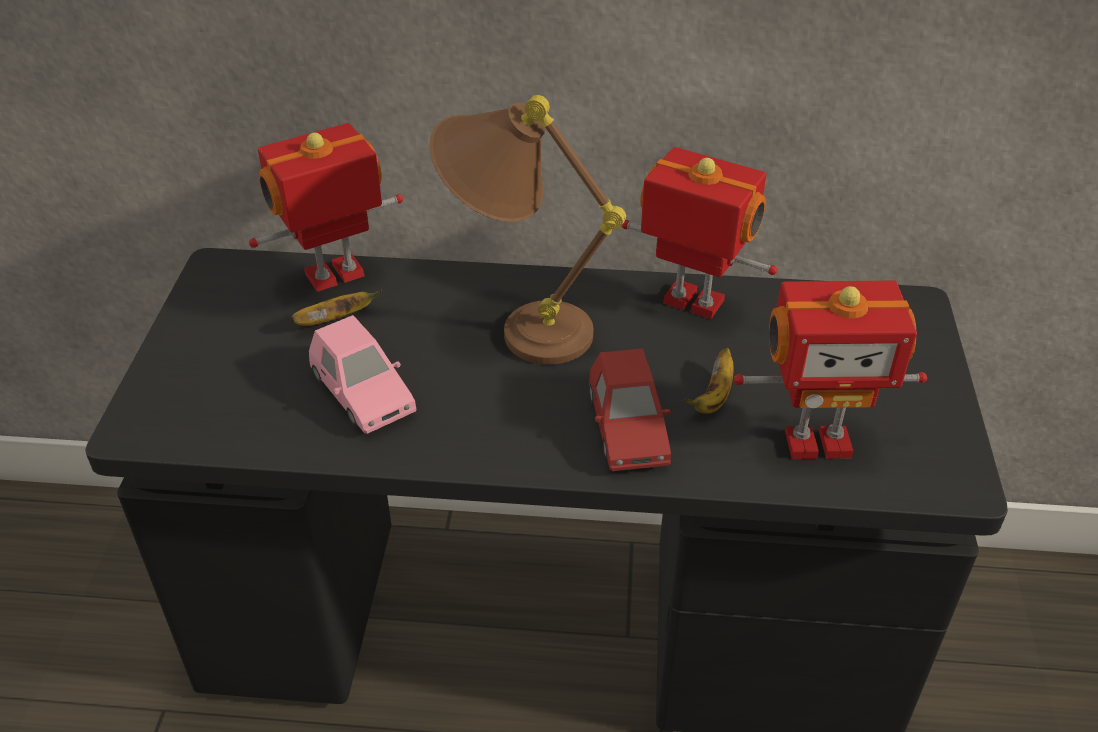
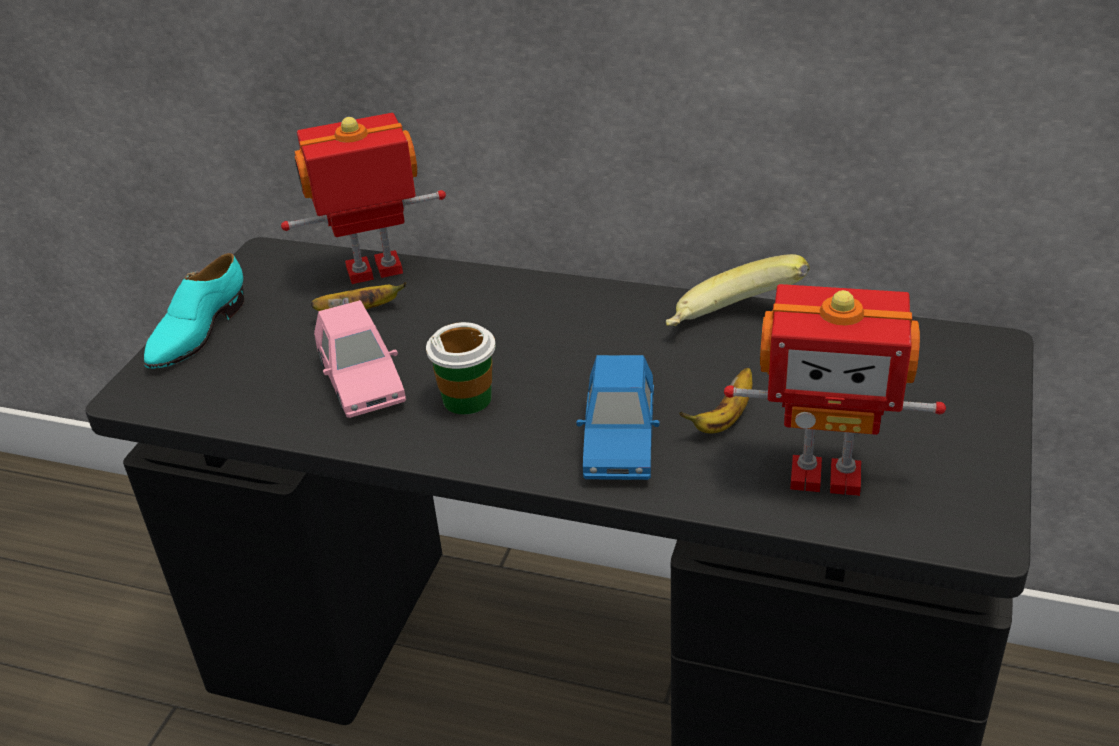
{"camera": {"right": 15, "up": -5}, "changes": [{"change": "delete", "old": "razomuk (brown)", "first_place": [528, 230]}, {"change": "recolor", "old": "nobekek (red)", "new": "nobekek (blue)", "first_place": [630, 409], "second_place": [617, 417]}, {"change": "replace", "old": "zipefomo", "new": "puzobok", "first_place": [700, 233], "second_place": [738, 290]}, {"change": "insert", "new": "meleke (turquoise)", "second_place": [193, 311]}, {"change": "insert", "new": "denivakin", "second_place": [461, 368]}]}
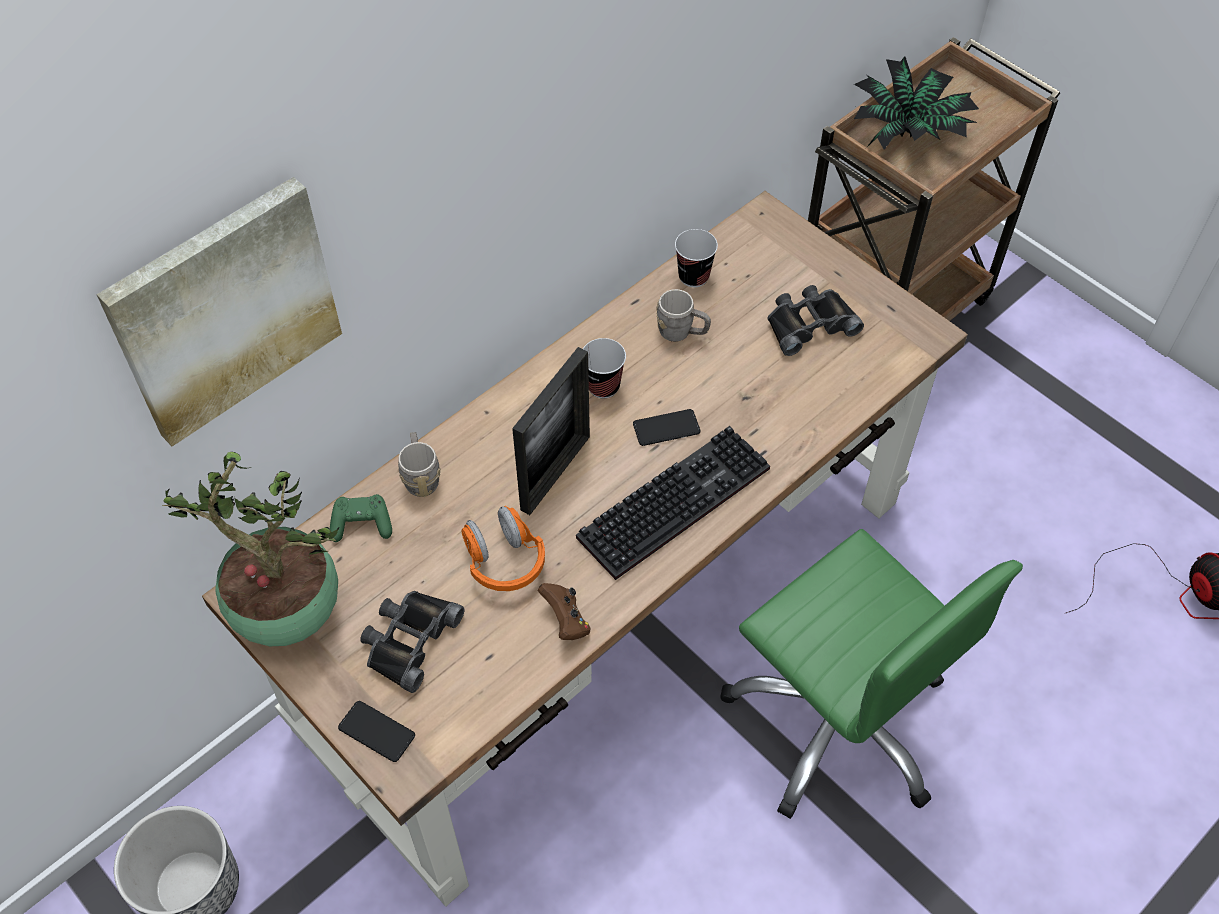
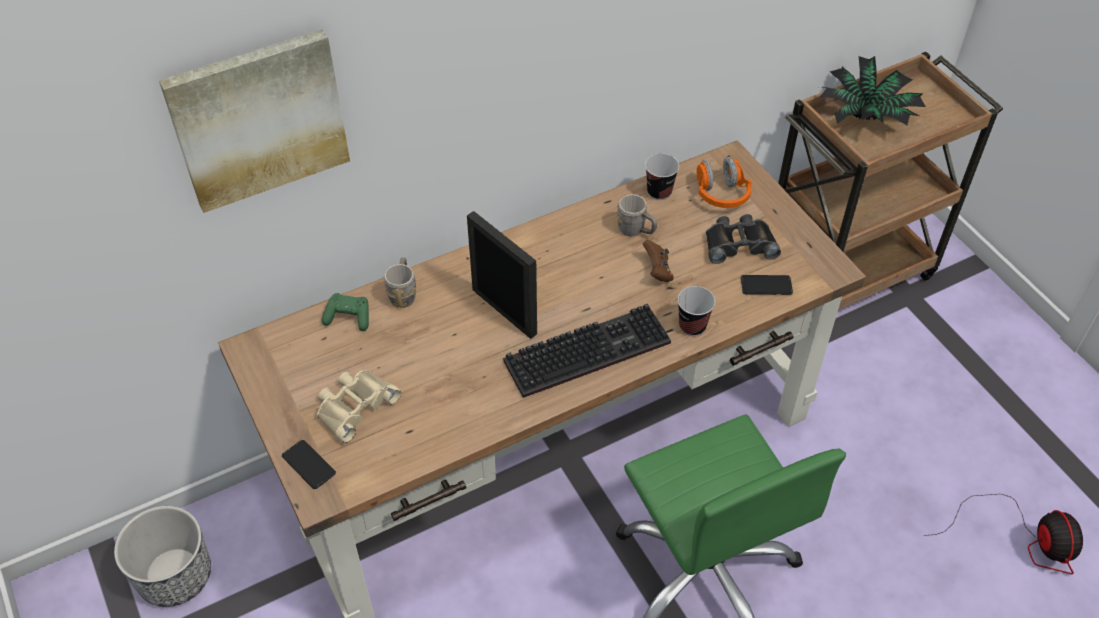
{"camera": {"right": 15, "up": -5}, "changes": [{"change": "delete", "old": "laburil", "first_place": [250, 549]}, {"change": "recolor", "old": "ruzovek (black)", "new": "ruzovek (beige)", "first_place": [412, 642], "second_place": [359, 406]}, {"change": "move", "old": "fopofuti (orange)", "first_place": [503, 548], "second_place": [724, 182]}, {"change": "rotate", "old": "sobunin", "first_place": [551, 431], "second_place": [502, 275], "degrees": -90}, {"change": "move", "old": "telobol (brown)", "first_place": [564, 611], "second_place": [658, 261]}, {"change": "move", "old": "denivakin", "first_place": [604, 368], "second_place": [696, 311]}, {"change": "move", "old": "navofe", "first_place": [666, 427], "second_place": [767, 285]}]}
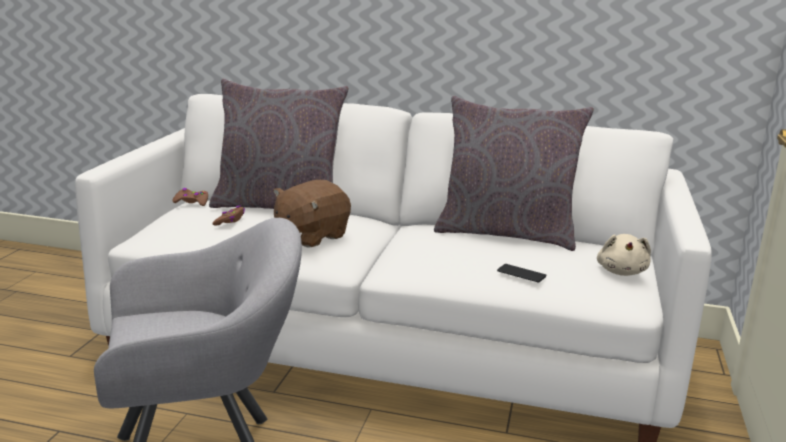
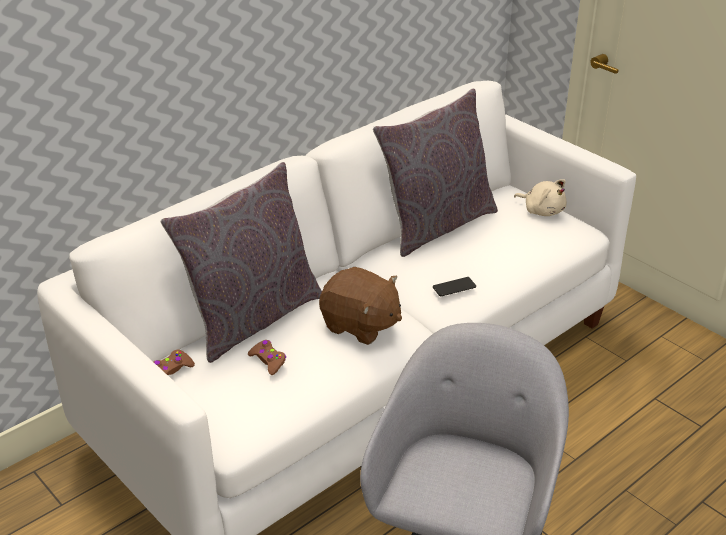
{"camera": {"right": -55, "up": 15}, "changes": [{"change": "rotate", "old": "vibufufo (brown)", "first_place": [312, 214], "second_place": [360, 306], "degrees": -45}, {"change": "move", "old": "navofe", "first_place": [521, 273], "second_place": [454, 287]}]}
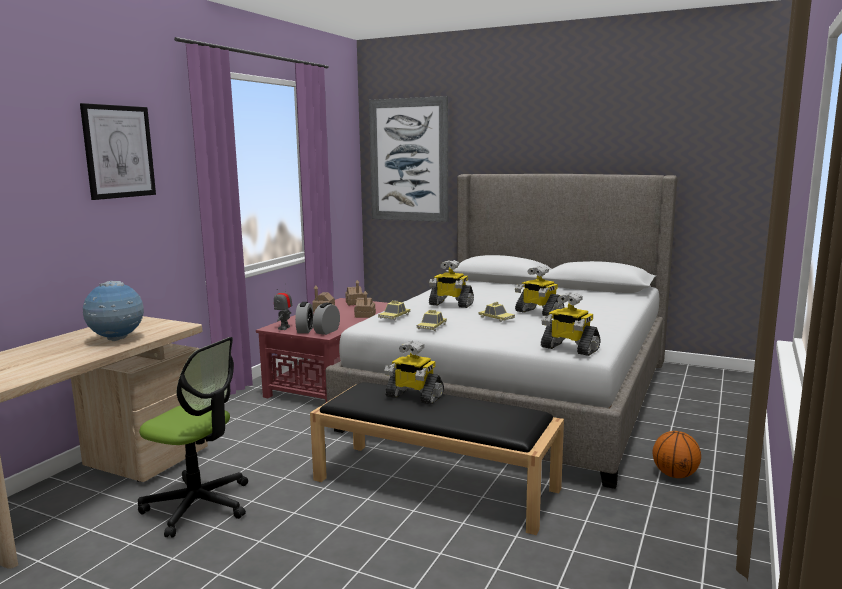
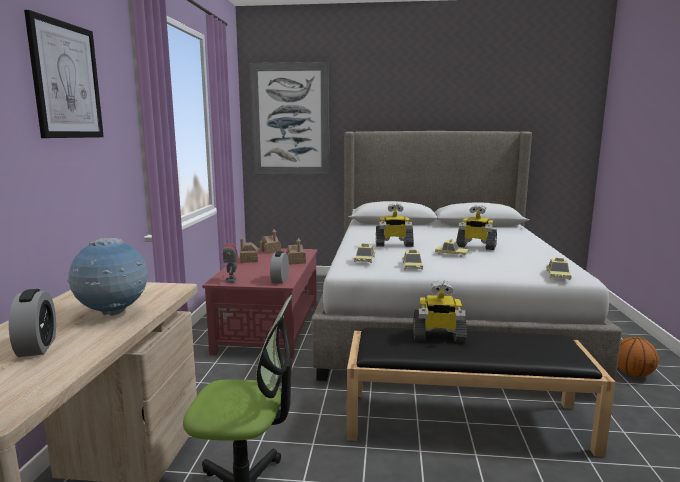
{"camera": {"right": -20, "up": 0}, "changes": [{"change": "move", "old": "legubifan", "first_place": [304, 317], "second_place": [32, 323]}, {"change": "replace", "old": "zipefomo", "new": "nobekek", "first_place": [570, 324], "second_place": [559, 269]}]}
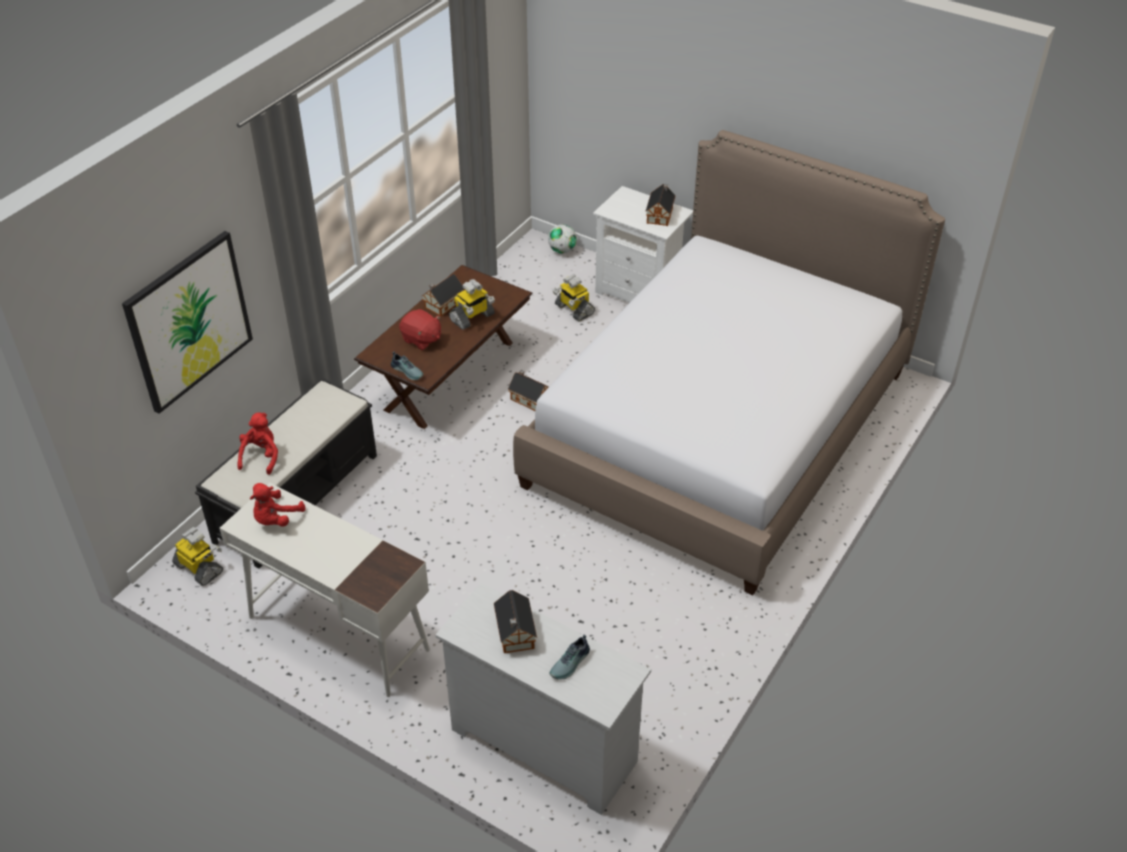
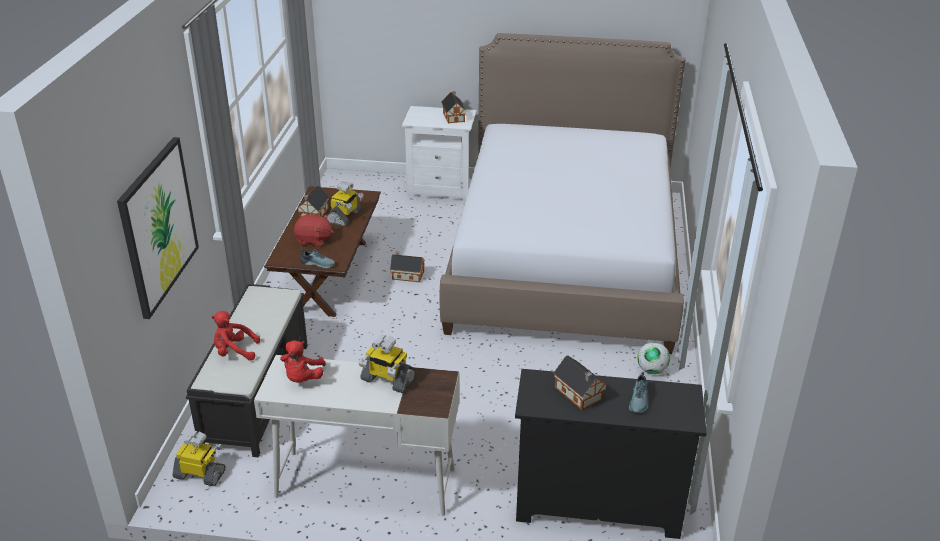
{"camera": {"right": -25, "up": -10}, "changes": [{"change": "rotate", "old": "vibufufo (red)", "first_place": [257, 444], "second_place": [236, 336], "degrees": -75}, {"change": "recolor", "old": "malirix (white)", "new": "malirix (black)", "first_place": [543, 699], "second_place": [611, 454]}, {"change": "move", "old": "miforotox", "first_place": [562, 238], "second_place": [653, 358]}, {"change": "move", "old": "zipefomo", "first_place": [574, 297], "second_place": [387, 364]}]}
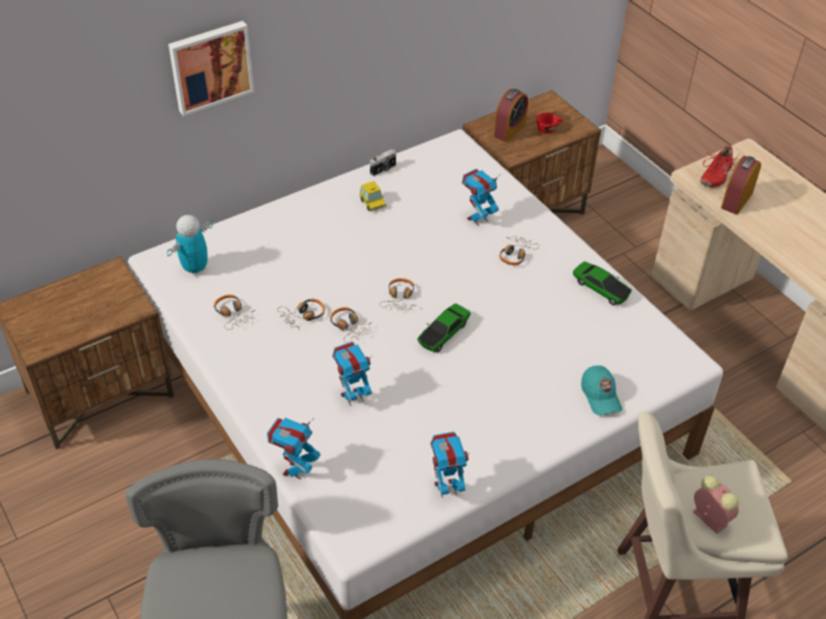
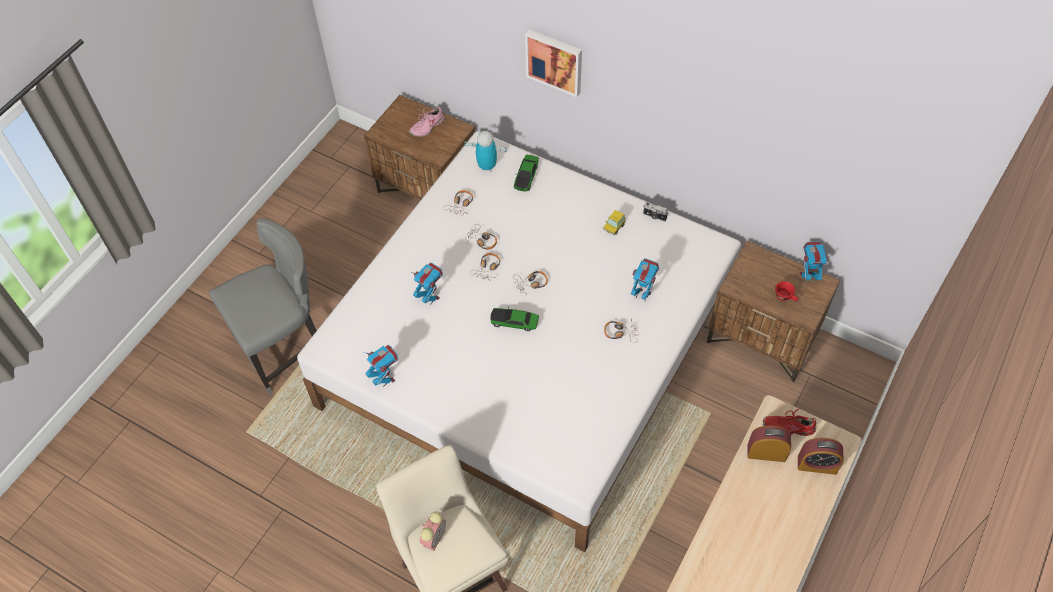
{"camera": {"right": 65, "up": 10}, "changes": [{"change": "move", "old": "zipefomo", "first_place": [293, 448], "second_place": [815, 262]}, {"change": "move", "old": "legubifan", "first_place": [511, 115], "second_place": [820, 456]}, {"change": "move", "old": "nobekek", "first_place": [602, 283], "second_place": [526, 173]}, {"change": "delete", "old": "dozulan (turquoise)", "first_place": [601, 390]}, {"change": "insert", "new": "meleke (pink)", "second_place": [427, 121]}]}
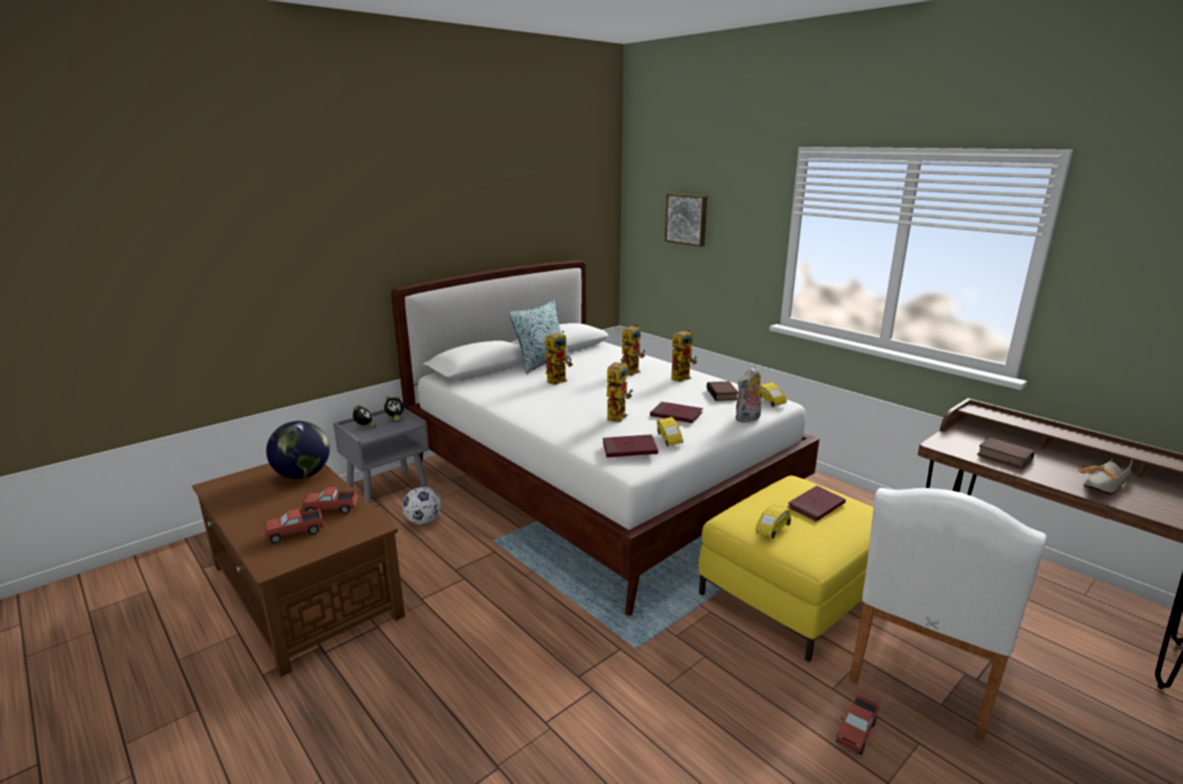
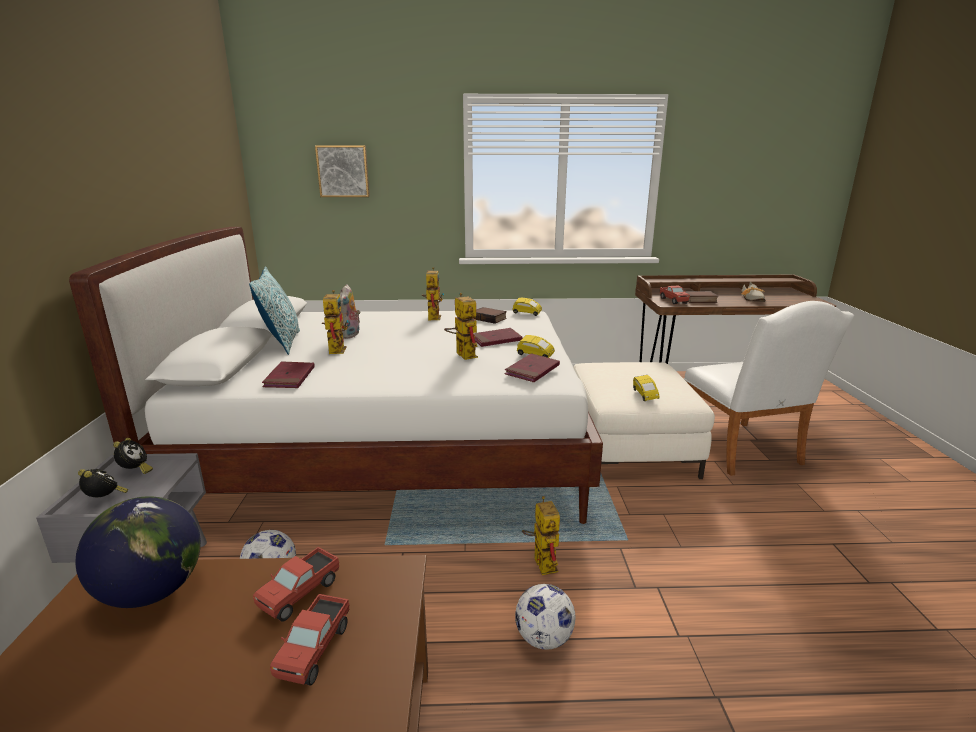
{"camera": {"right": -50, "up": 0}, "changes": [{"change": "move", "old": "zipefomo", "first_place": [633, 350], "second_place": [541, 535]}, {"change": "recolor", "old": "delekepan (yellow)", "new": "delekepan (white)", "first_place": [786, 568], "second_place": [644, 420]}, {"change": "move", "old": "vibufufo", "first_place": [748, 394], "second_place": [350, 311]}, {"change": "move", "old": "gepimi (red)", "first_place": [816, 504], "second_place": [288, 374]}, {"change": "move", "old": "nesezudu", "first_place": [858, 724], "second_place": [675, 295]}, {"change": "insert", "new": "miforotox", "second_place": [545, 616]}]}
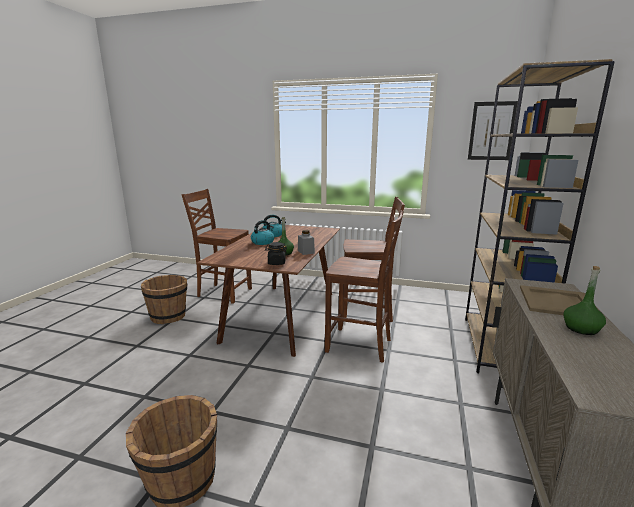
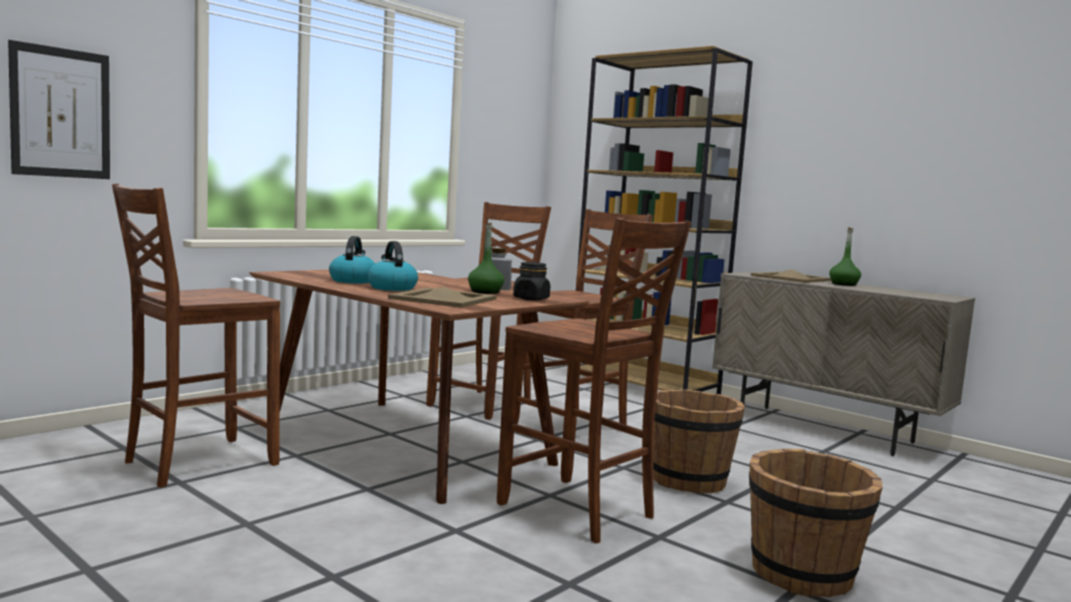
{"camera": {"right": -65, "up": -10}, "changes": [{"change": "move", "old": "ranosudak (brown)", "first_place": [164, 299], "second_place": [699, 441]}, {"change": "move", "old": "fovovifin", "first_place": [493, 130], "second_place": [59, 109]}, {"change": "insert", "new": "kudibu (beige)", "second_place": [442, 297]}, {"change": "insert", "new": "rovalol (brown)", "second_place": [594, 381]}]}
